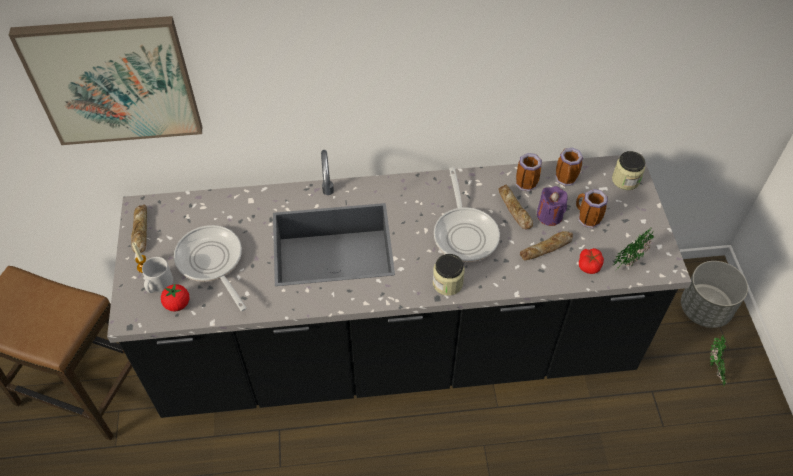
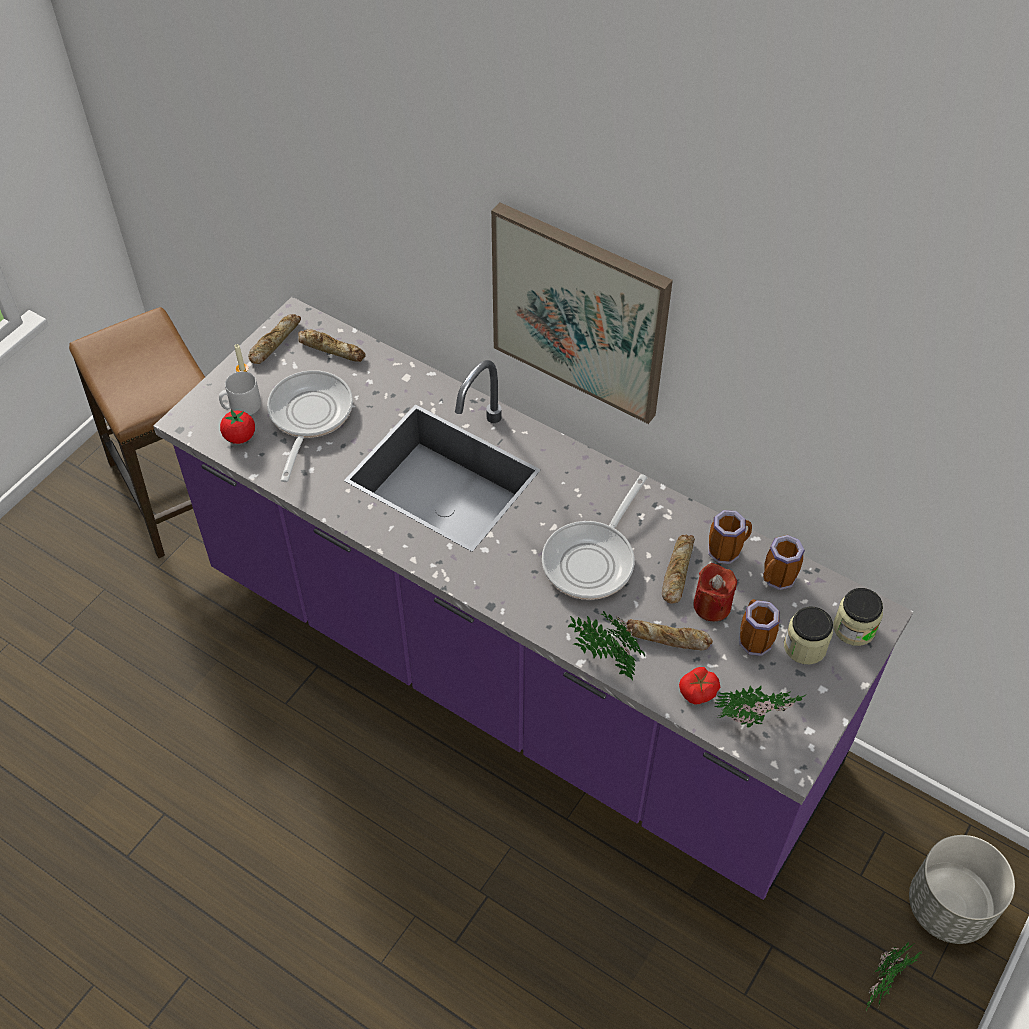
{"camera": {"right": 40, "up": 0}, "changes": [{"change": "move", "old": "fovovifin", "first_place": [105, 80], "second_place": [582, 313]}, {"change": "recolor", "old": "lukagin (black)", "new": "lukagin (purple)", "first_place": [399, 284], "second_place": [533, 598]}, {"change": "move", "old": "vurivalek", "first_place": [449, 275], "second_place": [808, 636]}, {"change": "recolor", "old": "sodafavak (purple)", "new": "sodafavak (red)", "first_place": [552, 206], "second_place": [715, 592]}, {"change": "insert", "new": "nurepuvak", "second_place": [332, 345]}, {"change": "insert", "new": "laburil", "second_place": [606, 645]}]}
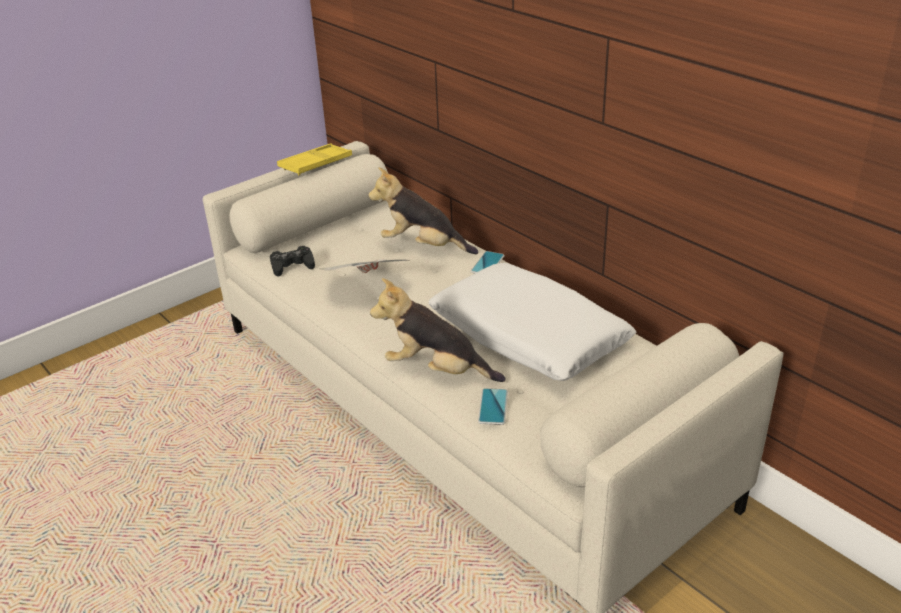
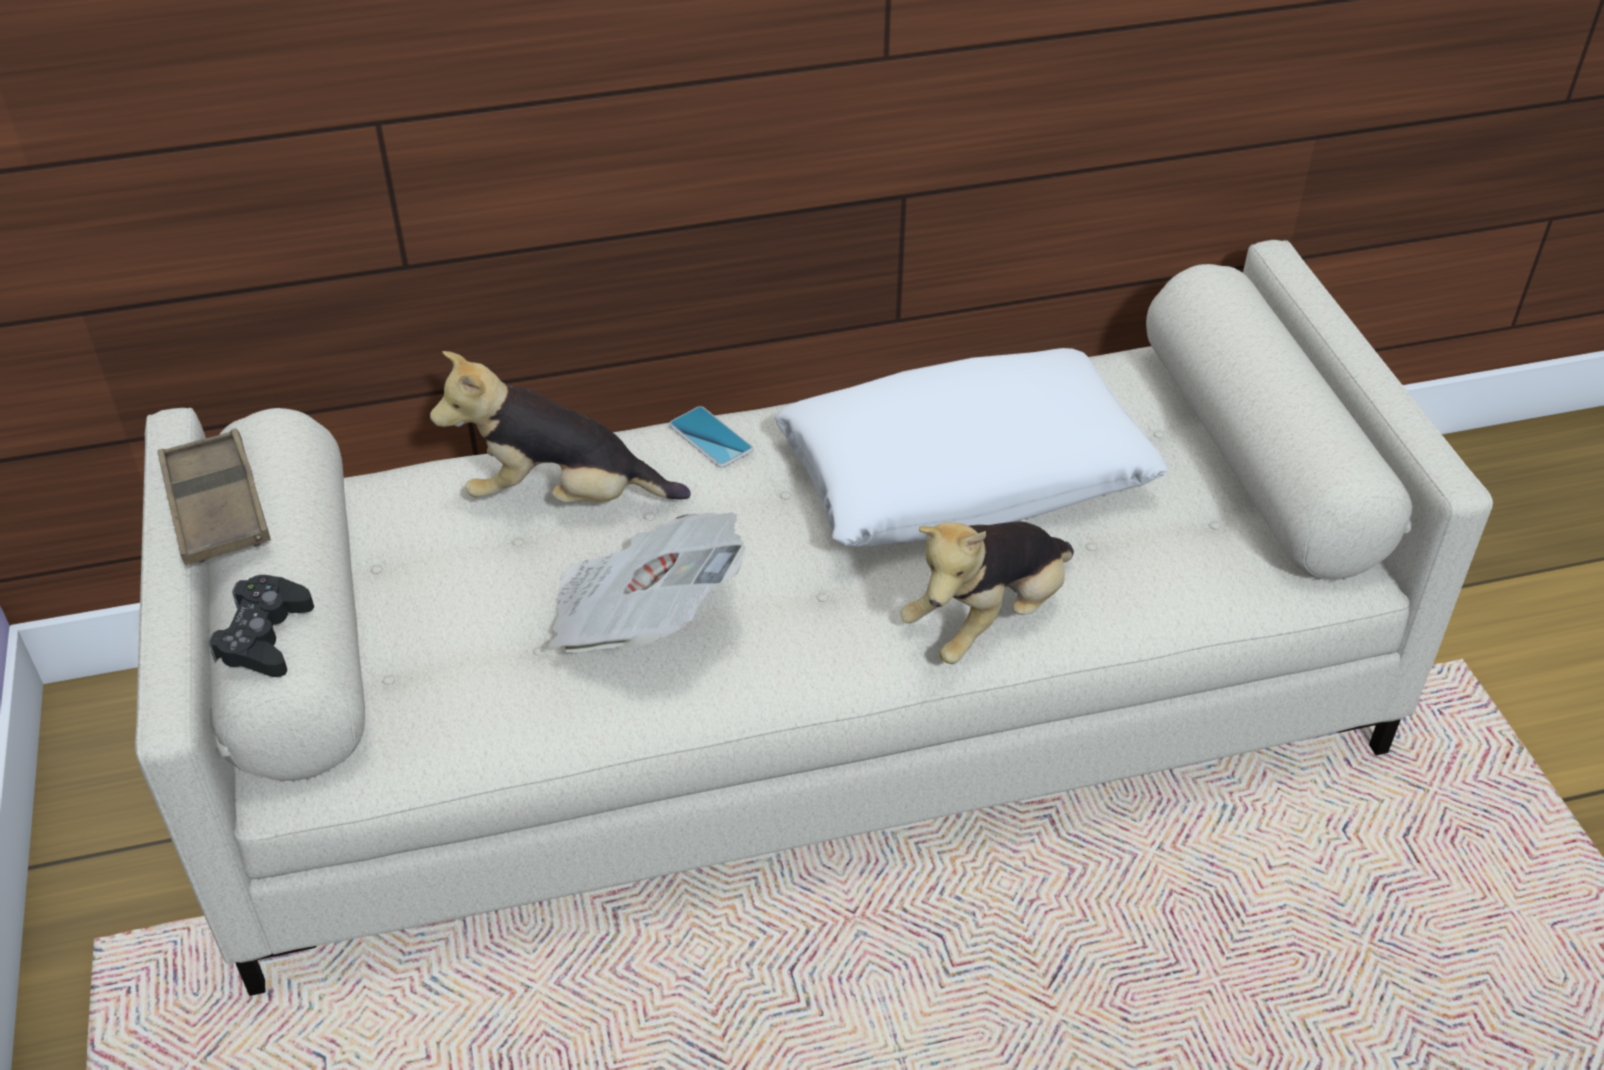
{"camera": {"right": -65, "up": 10}, "changes": [{"change": "move", "old": "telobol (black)", "first_place": [292, 261], "second_place": [261, 626]}, {"change": "recolor", "old": "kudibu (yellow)", "new": "kudibu (brown)", "first_place": [314, 159], "second_place": [214, 497]}, {"change": "rotate", "old": "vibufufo", "first_place": [423, 210], "second_place": [560, 426], "degrees": 45}, {"change": "delete", "old": "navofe", "first_place": [493, 406]}]}
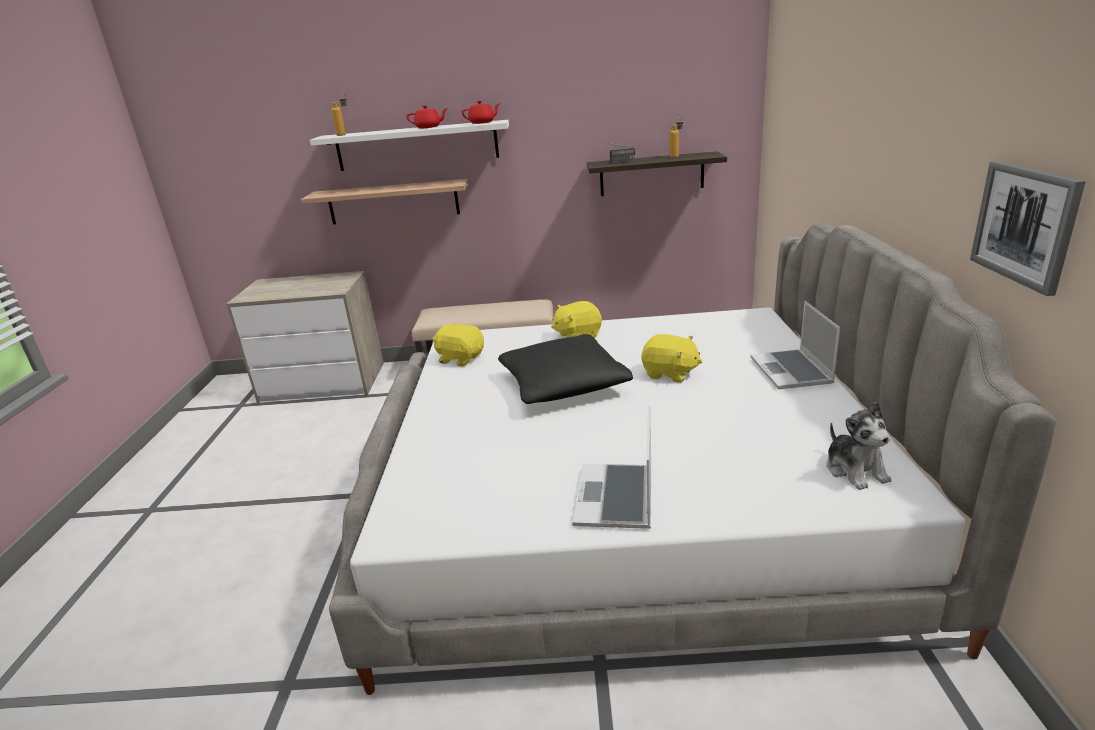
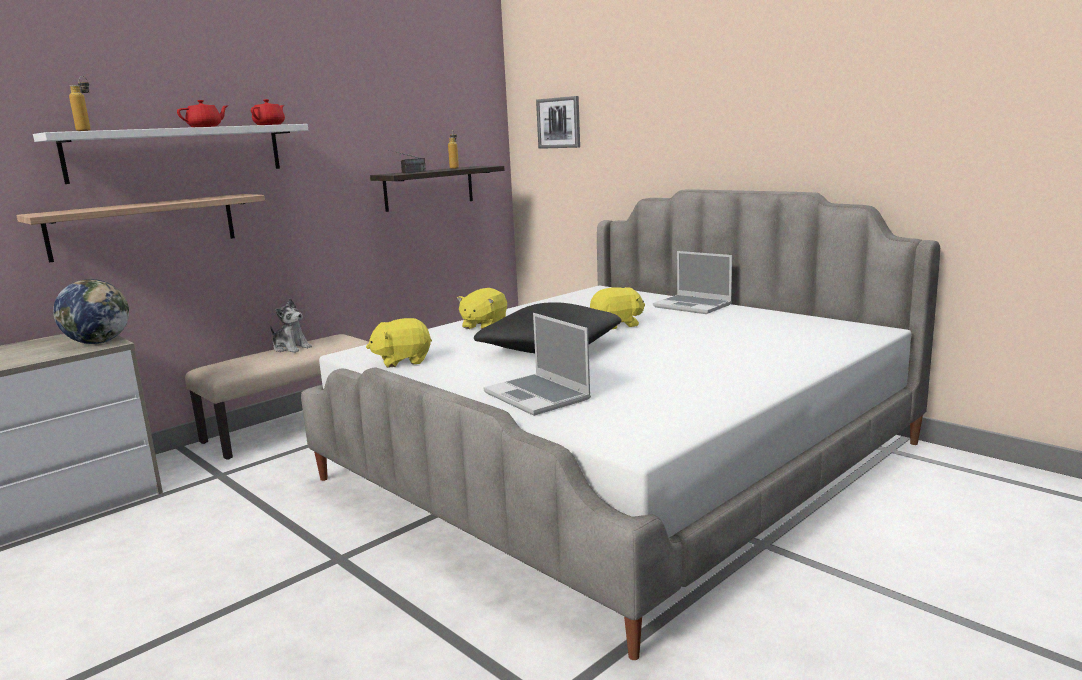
{"camera": {"right": -45, "up": -10}, "changes": [{"change": "move", "old": "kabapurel", "first_place": [611, 467], "second_place": [537, 364]}, {"change": "move", "old": "vibufufo", "first_place": [859, 446], "second_place": [291, 325]}, {"change": "move", "old": "fovovifin", "first_place": [1028, 228], "second_place": [558, 122]}, {"change": "insert", "new": "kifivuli", "second_place": [91, 311]}]}
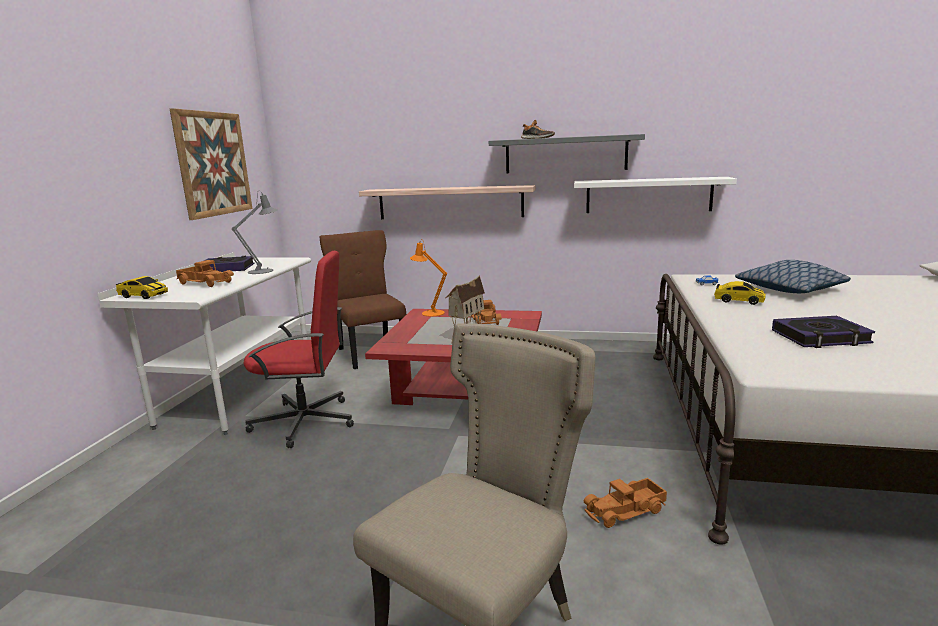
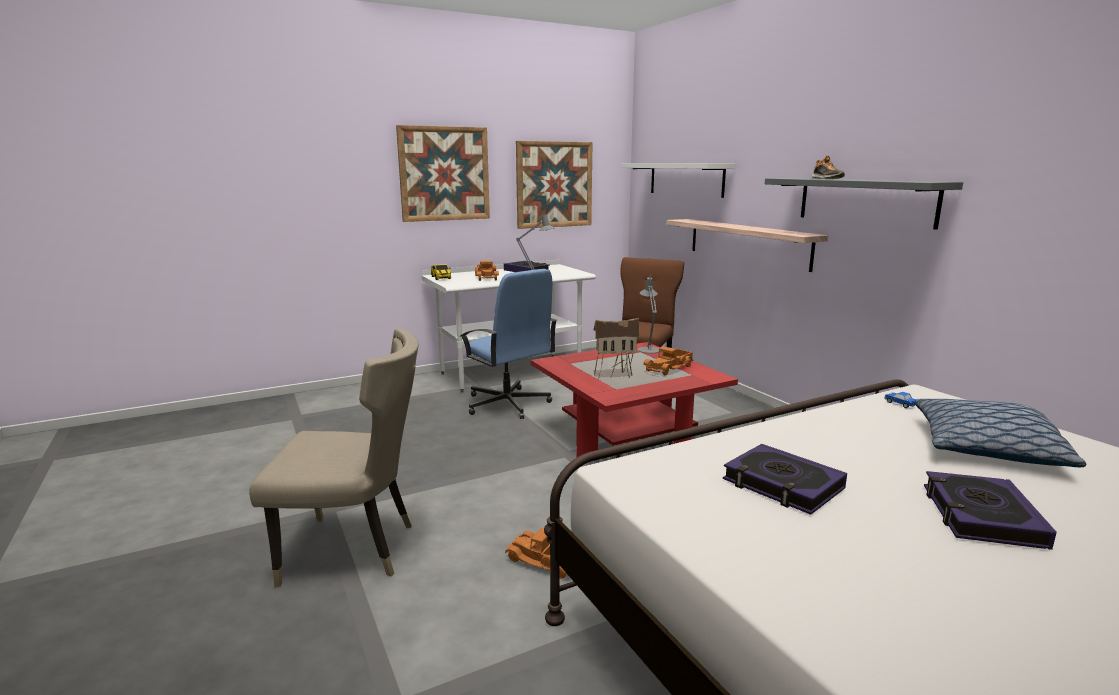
{"camera": {"right": 50, "up": 0}, "changes": [{"change": "recolor", "old": "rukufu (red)", "new": "rukufu (blue)", "first_place": [299, 349], "second_place": [508, 344]}, {"change": "recolor", "old": "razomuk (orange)", "new": "razomuk (grey)", "first_place": [428, 277], "second_place": [648, 313]}, {"change": "move", "old": "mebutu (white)", "first_place": [655, 195], "second_place": [678, 180]}, {"change": "delete", "old": "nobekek", "first_place": [740, 293]}, {"change": "insert", "new": "fovovifin", "second_place": [443, 173]}, {"change": "insert", "new": "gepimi", "second_place": [990, 510]}]}
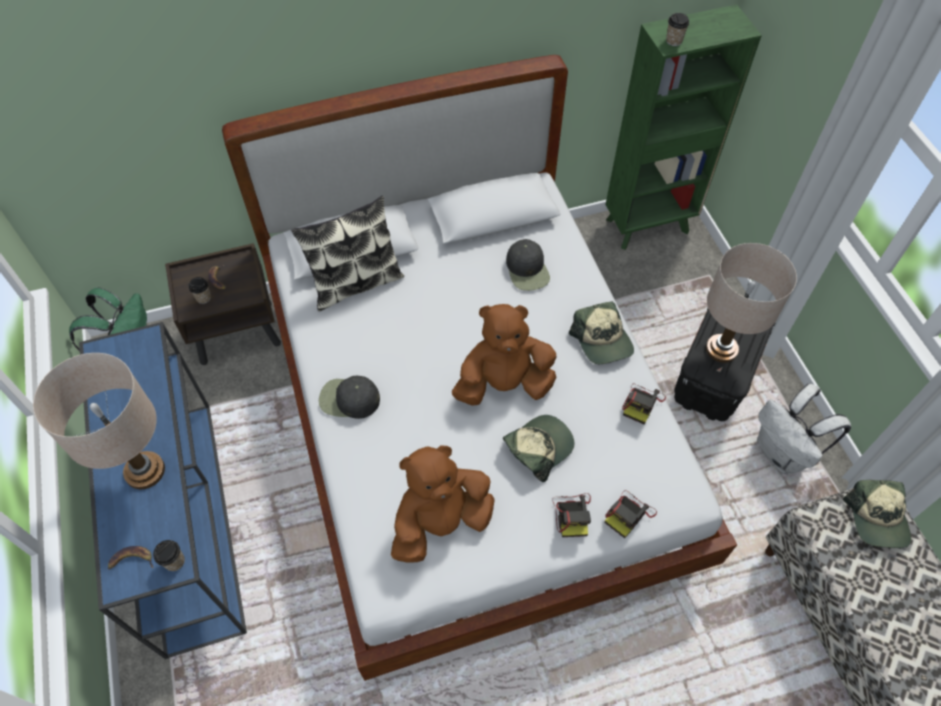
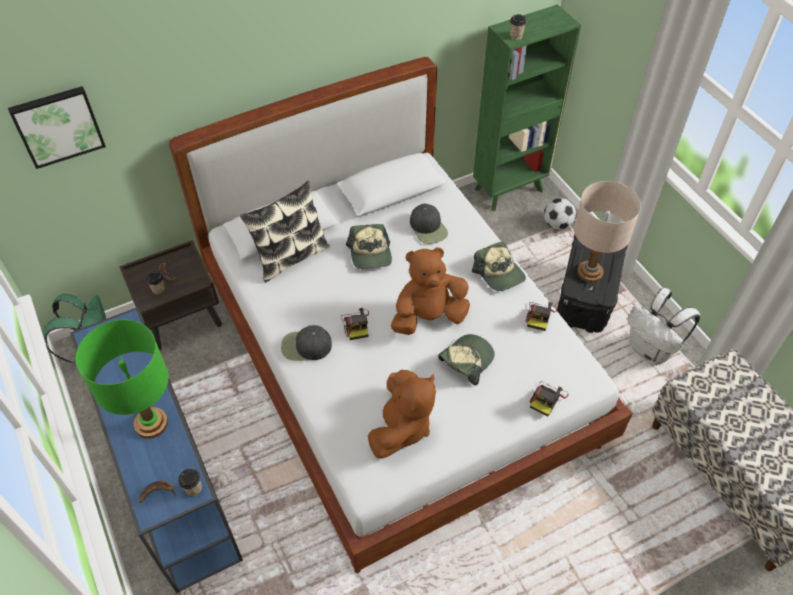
{"camera": {"right": -10, "up": -5}, "changes": [{"change": "recolor", "old": "razomuk (beige)", "new": "razomuk (green)", "first_place": [99, 421], "second_place": [122, 379]}, {"change": "rotate", "old": "vibufufo (brown)", "first_place": [443, 503], "second_place": [402, 414], "degrees": 150}, {"change": "move", "old": "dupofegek", "first_place": [571, 515], "second_place": [355, 324]}, {"change": "move", "old": "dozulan", "first_place": [877, 514], "second_place": [369, 246]}, {"change": "insert", "new": "fovovifin", "second_place": [57, 127]}, {"change": "insert", "new": "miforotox", "second_place": [560, 214]}]}
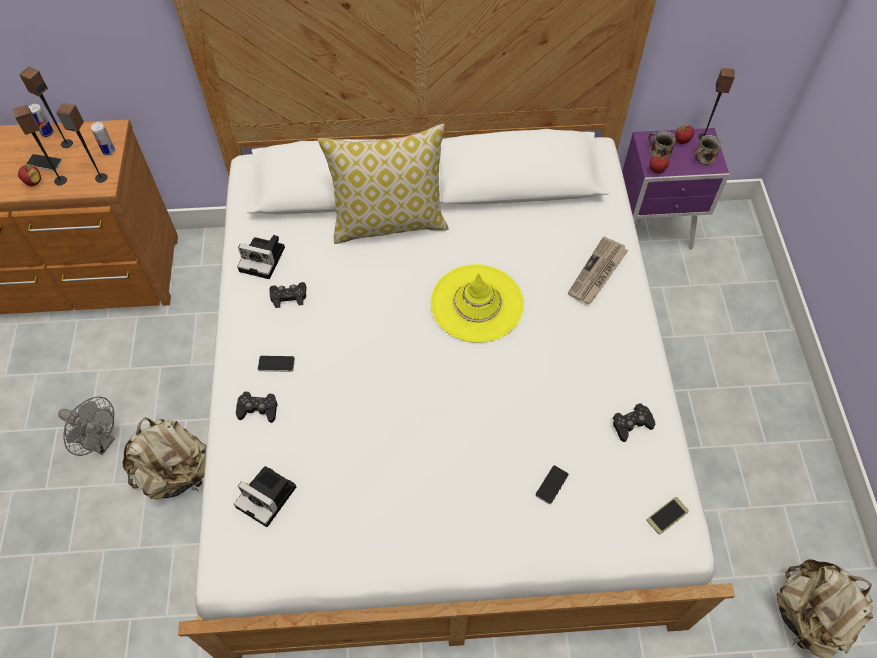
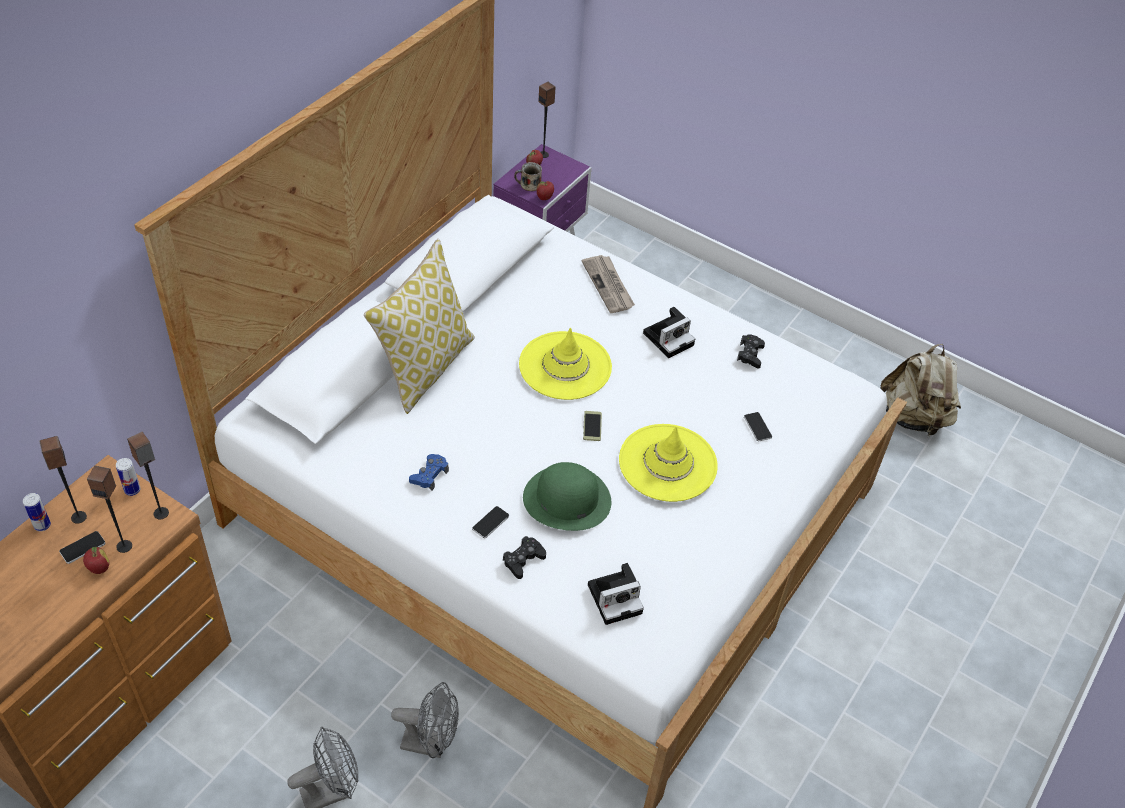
{"camera": {"right": -55, "up": -10}, "changes": [{"change": "replace", "old": "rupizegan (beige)", "new": "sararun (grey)", "first_place": [165, 458], "second_place": [425, 720]}, {"change": "move", "old": "dupofegek", "first_place": [261, 257], "second_place": [669, 332]}, {"change": "recolor", "old": "telobol (black)", "new": "telobol (blue)", "first_place": [287, 295], "second_place": [429, 472]}, {"change": "move", "old": "navofe", "first_place": [668, 515], "second_place": [592, 426]}, {"change": "delete", "old": "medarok", "first_place": [707, 150]}, {"change": "insert", "new": "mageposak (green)", "second_place": [567, 496]}, {"change": "insert", "new": "mageposak (yellow)", "second_place": [668, 463]}]}
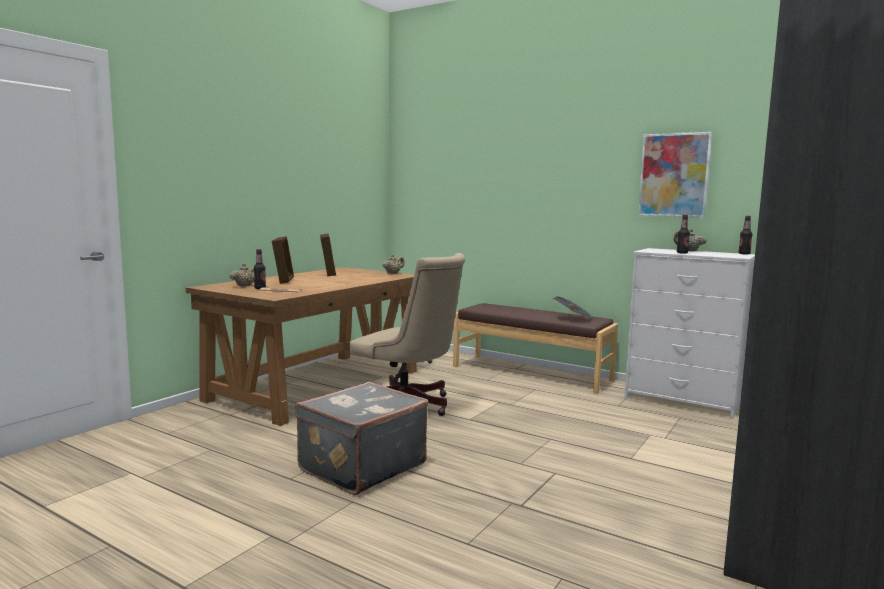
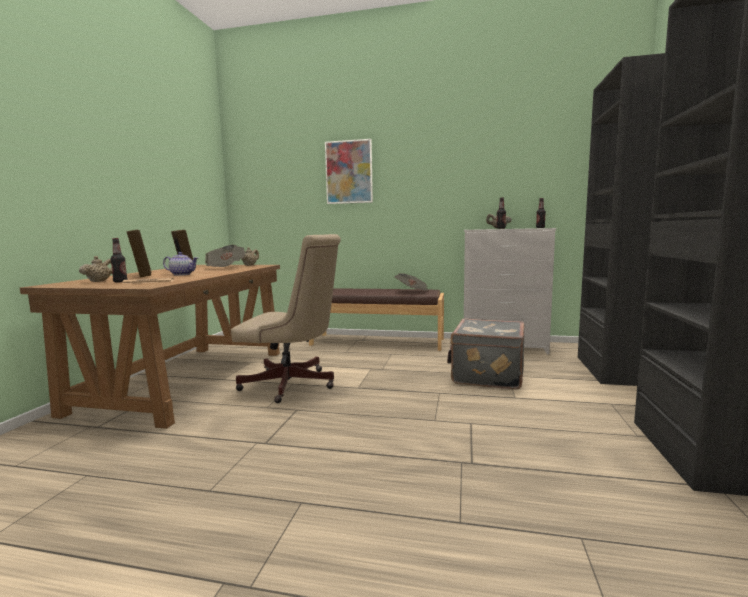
{"camera": {"right": -20, "up": 0}, "changes": [{"change": "move", "old": "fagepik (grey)", "first_place": [361, 438], "second_place": [485, 354]}, {"change": "move", "old": "fovovifin", "first_place": [675, 175], "second_place": [349, 171]}, {"change": "insert", "new": "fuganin", "second_place": [180, 264]}, {"change": "insert", "new": "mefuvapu", "second_place": [225, 256]}]}
